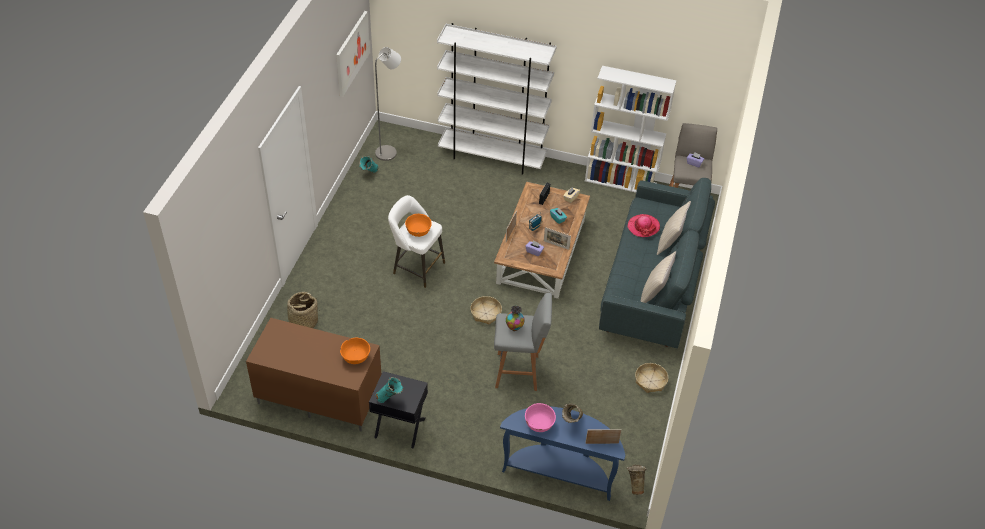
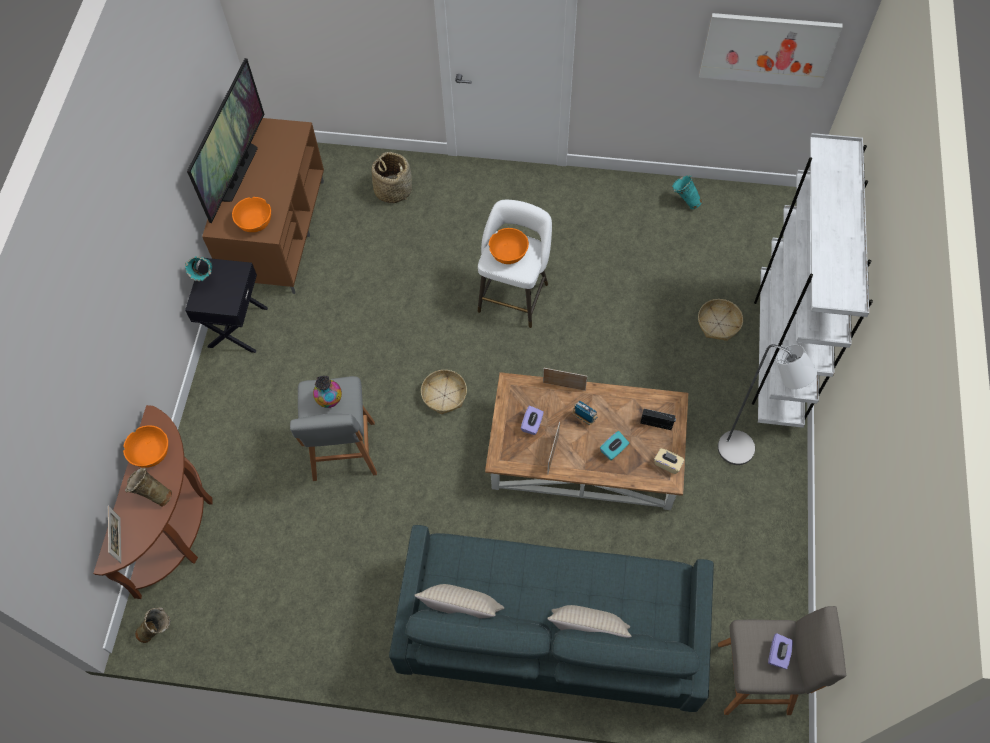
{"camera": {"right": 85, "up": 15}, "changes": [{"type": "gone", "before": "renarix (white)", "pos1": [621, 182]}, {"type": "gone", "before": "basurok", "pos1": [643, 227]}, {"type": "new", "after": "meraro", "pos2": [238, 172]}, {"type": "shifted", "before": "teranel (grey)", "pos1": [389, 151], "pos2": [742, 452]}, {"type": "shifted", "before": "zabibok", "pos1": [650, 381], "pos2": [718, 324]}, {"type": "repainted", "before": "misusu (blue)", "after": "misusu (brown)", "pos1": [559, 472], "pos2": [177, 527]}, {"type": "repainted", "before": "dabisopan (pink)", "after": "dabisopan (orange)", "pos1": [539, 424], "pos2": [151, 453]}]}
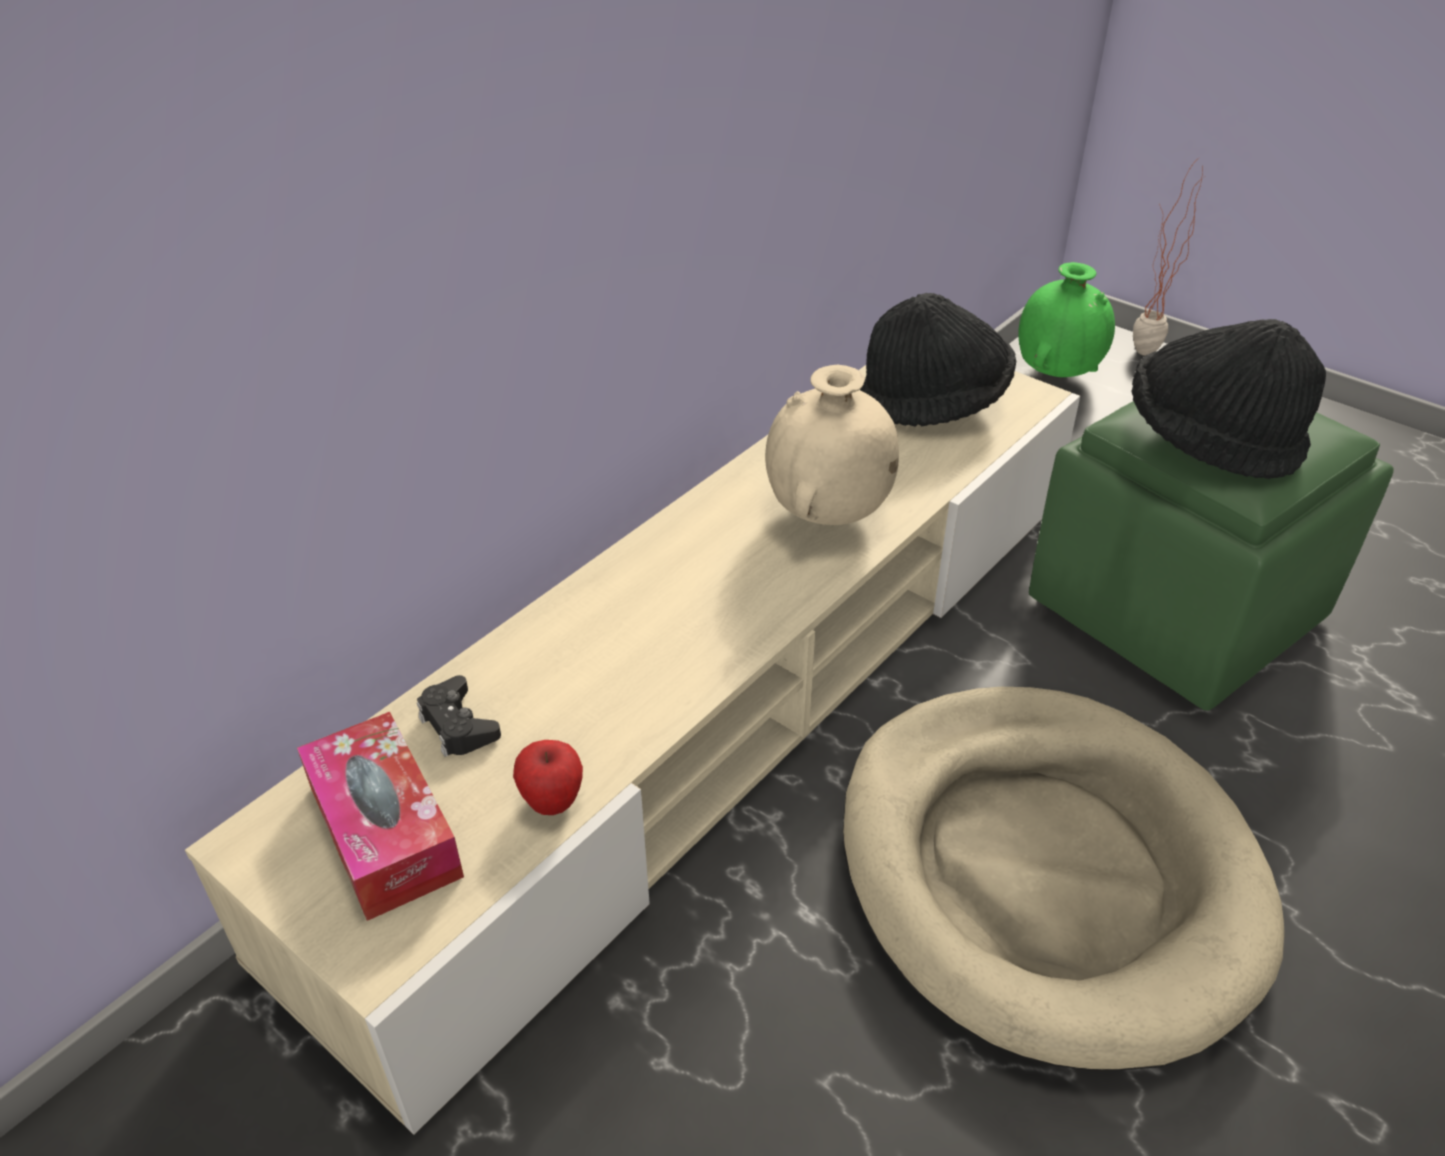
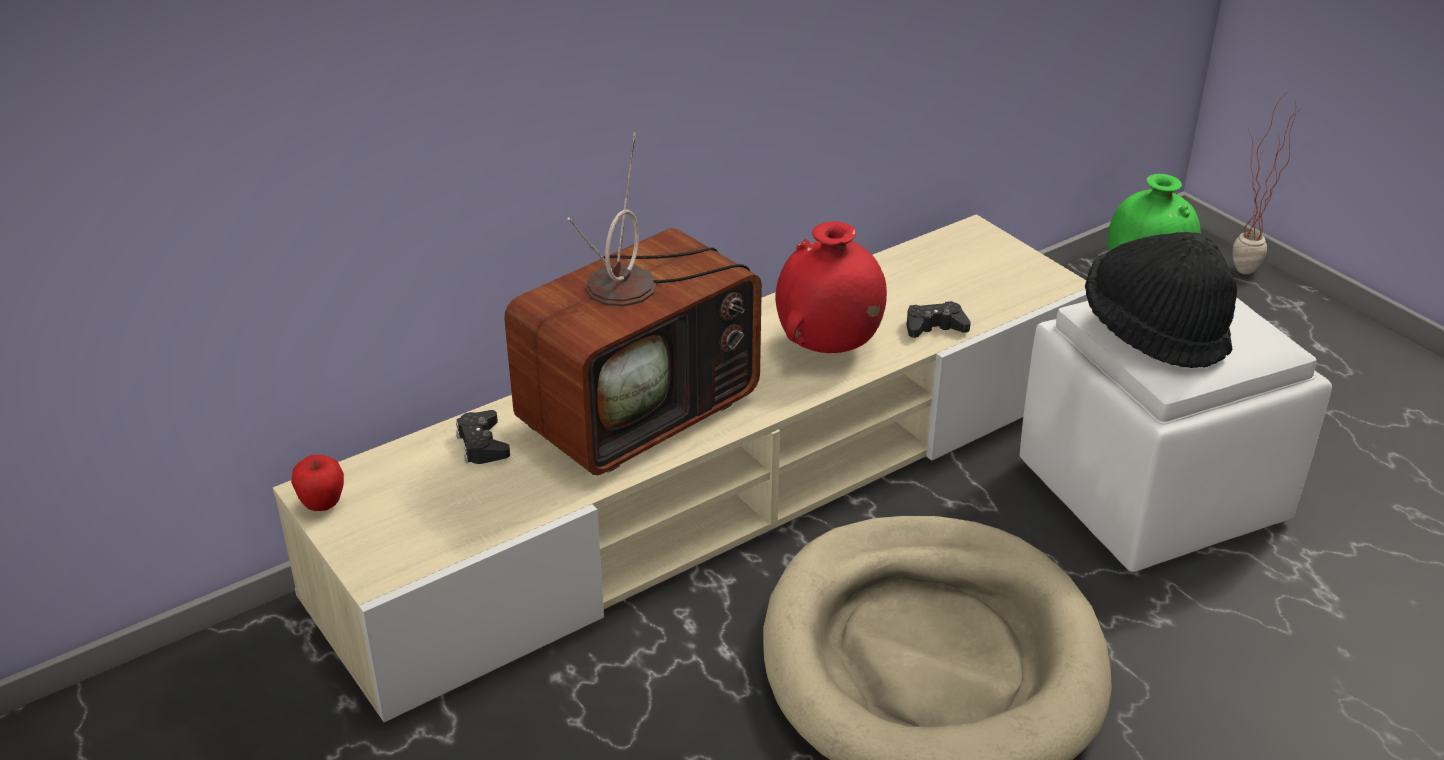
{"camera": {"right": 15, "up": -5}, "changes": [{"type": "gone", "before": "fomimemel", "pos1": [384, 831]}, {"type": "gone", "before": "basurok (black)", "pos1": [933, 404]}, {"type": "new", "after": "meraro", "pos2": [639, 409]}, {"type": "new", "after": "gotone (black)", "pos2": [934, 327]}, {"type": "shifted", "before": "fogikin", "pos1": [552, 802], "pos2": [322, 505]}, {"type": "repainted", "before": "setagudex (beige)", "after": "setagudex (red)", "pos1": [828, 516], "pos2": [828, 348]}, {"type": "repainted", "before": "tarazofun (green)", "after": "tarazofun (white)", "pos1": [1174, 607], "pos2": [1151, 490]}]}
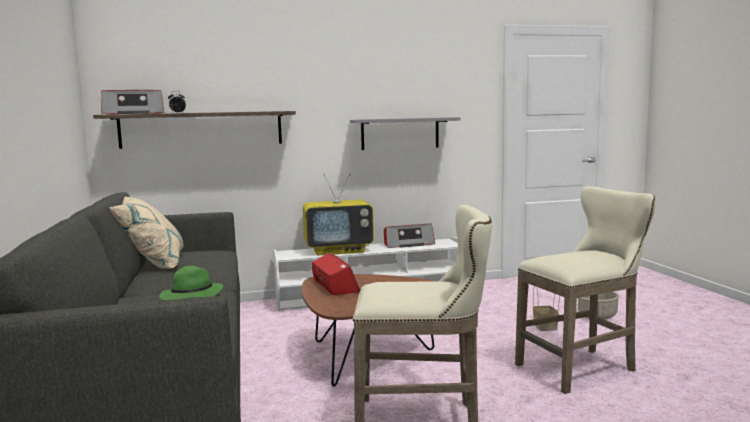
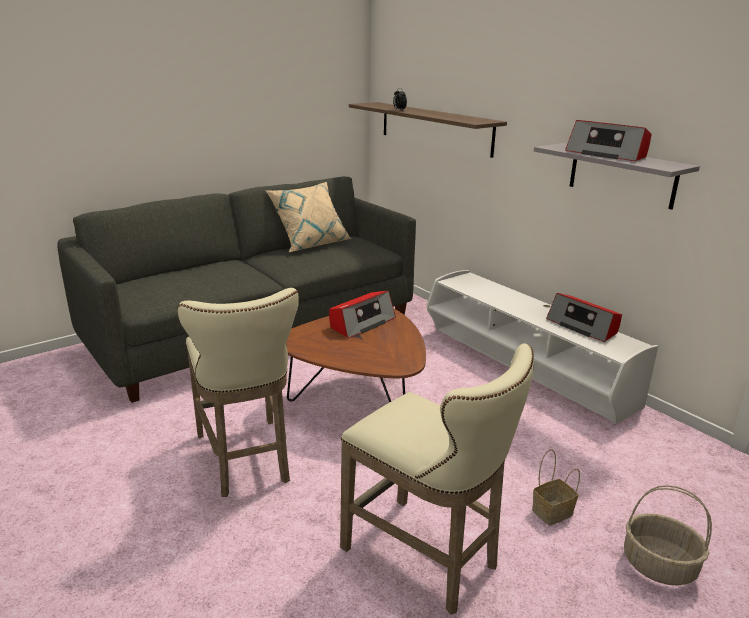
{"camera": {"right": 65, "up": 15}, "changes": [{"type": "gone", "before": "basurok (green)", "pos1": [191, 296]}, {"type": "gone", "before": "meraro", "pos1": [339, 250]}, {"type": "shifted", "before": "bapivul", "pos1": [134, 114], "pos2": [607, 154]}]}
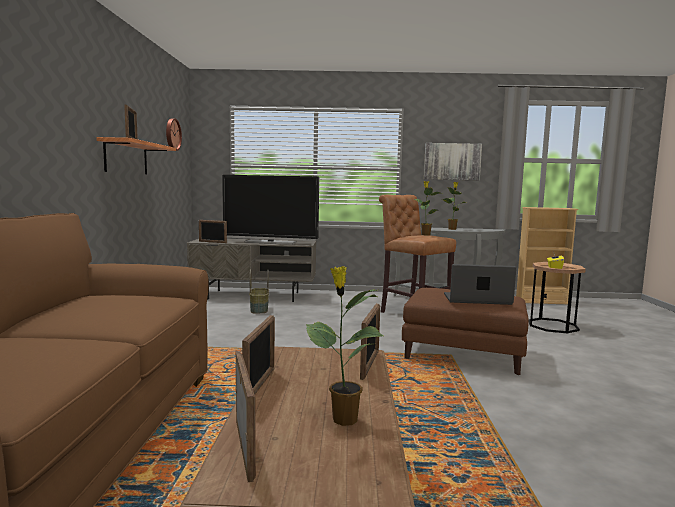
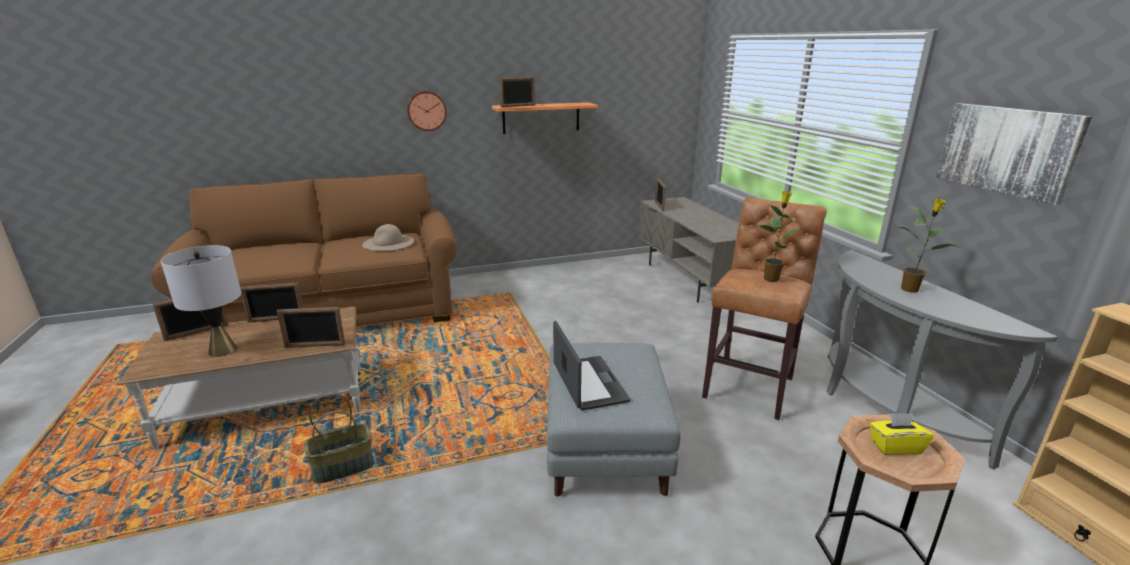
{"camera": {"right": 70, "up": 15}, "changes": [{"type": "gone", "before": "meraro", "pos1": [270, 242]}, {"type": "new", "after": "basurok (beige)", "pos2": [388, 243]}, {"type": "shifted", "before": "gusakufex", "pos1": [172, 134], "pos2": [426, 111]}, {"type": "shifted", "before": "zabibok", "pos1": [258, 309], "pos2": [344, 467]}, {"type": "swapped", "before": "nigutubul", "after": "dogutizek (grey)", "pos1": [343, 419], "pos2": [222, 350]}, {"type": "repainted", "before": "tarazofun (brown)", "after": "tarazofun (grey)", "pos1": [464, 354], "pos2": [606, 445]}]}
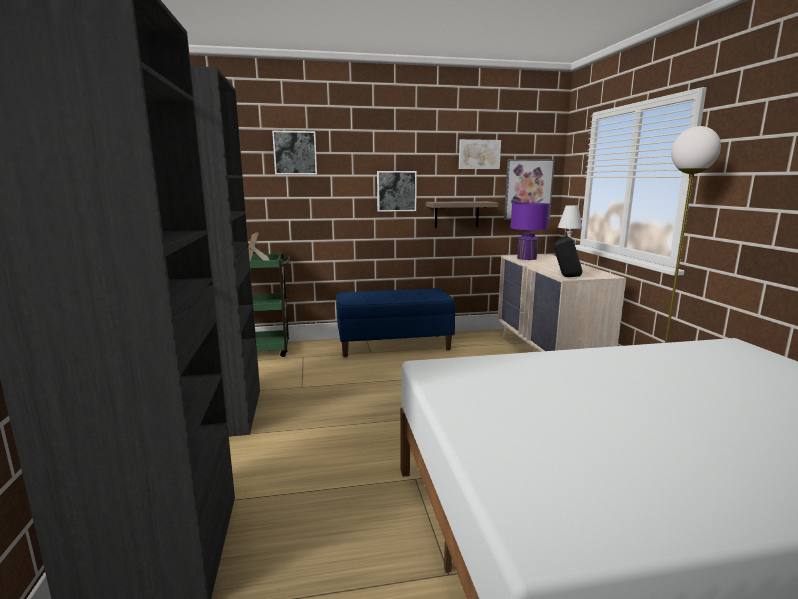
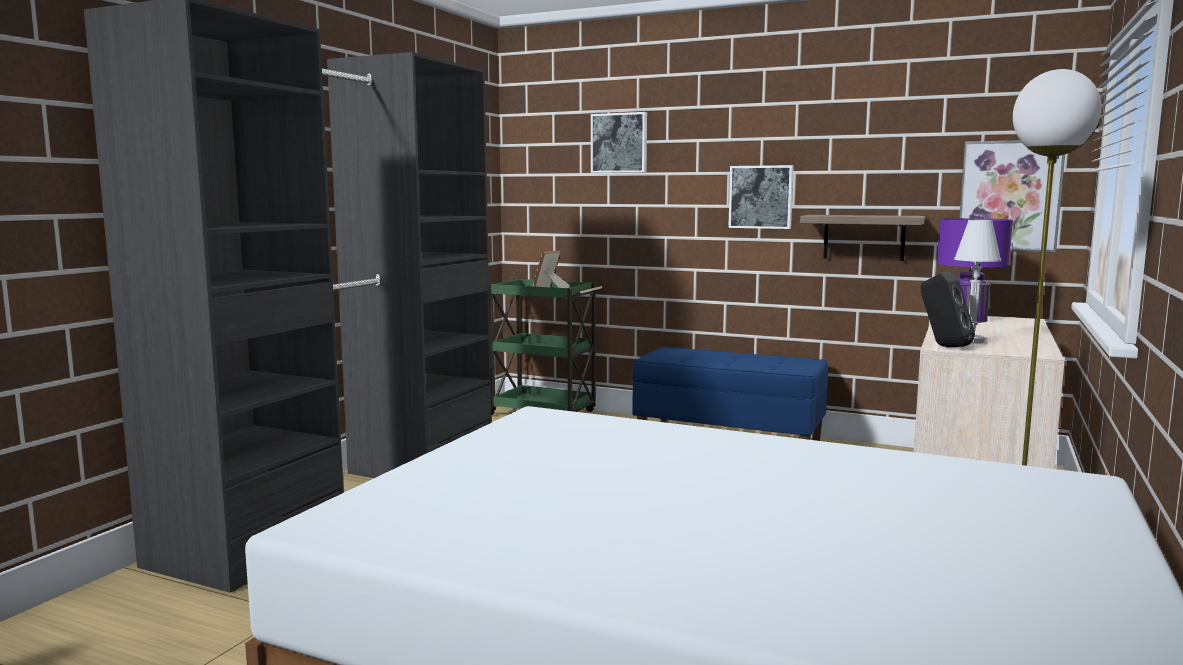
{"camera": {"right": 35, "up": -5}, "changes": [{"type": "gone", "before": "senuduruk", "pos1": [479, 154]}]}
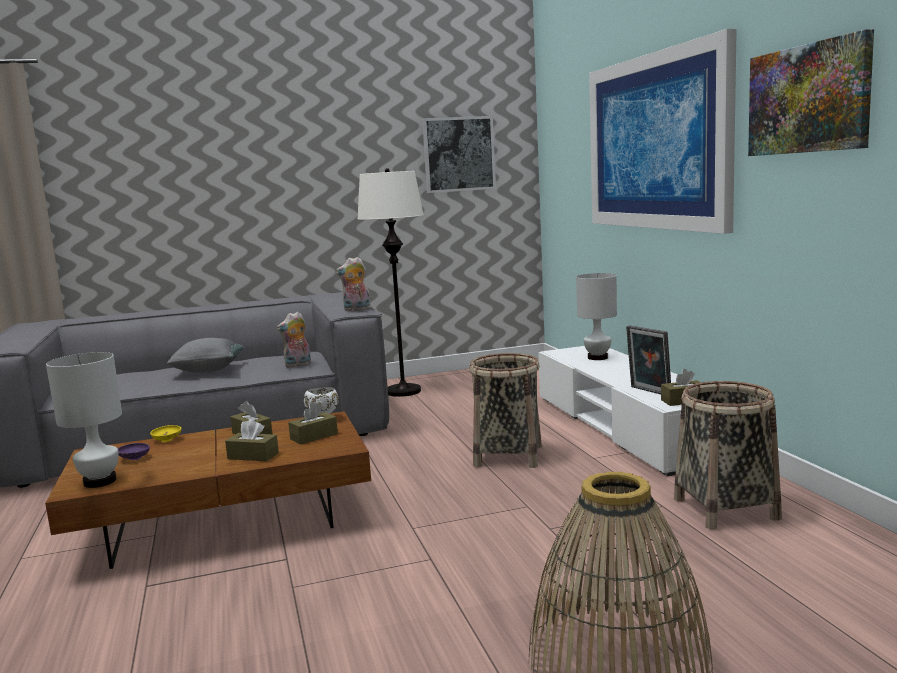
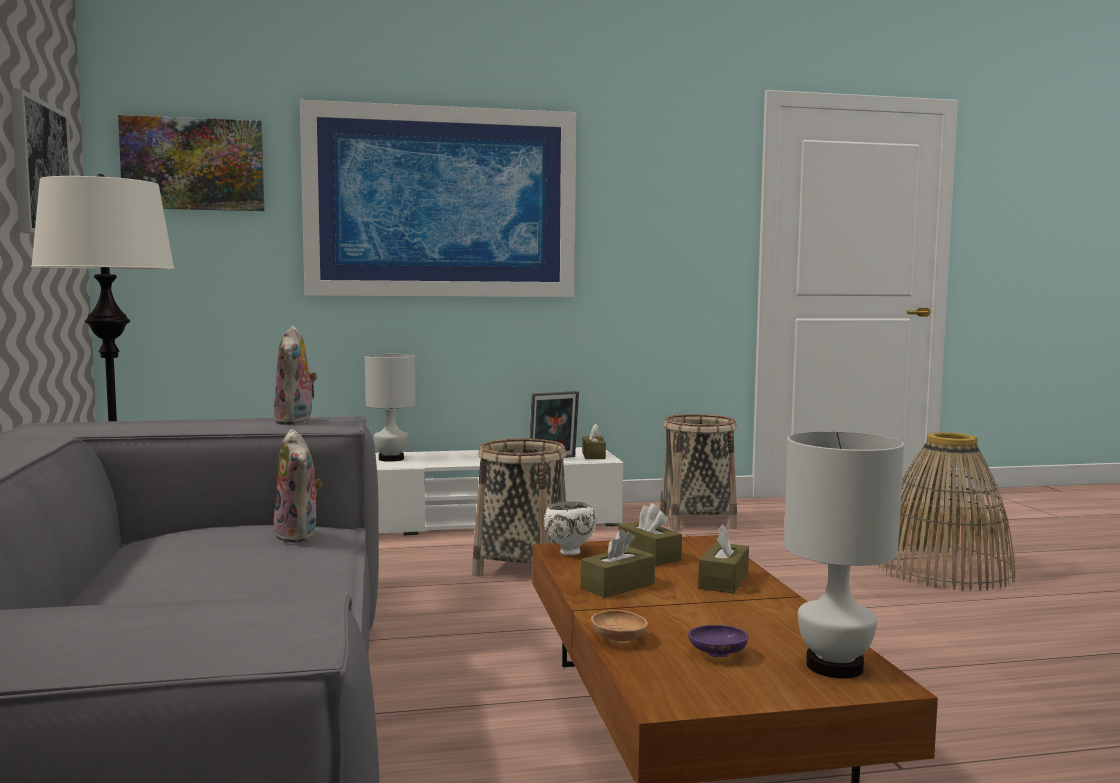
{"camera": {"right": -85, "up": -5}, "changes": [{"type": "gone", "before": "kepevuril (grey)", "pos1": [208, 370]}, {"type": "shifted", "before": "senuduruk", "pos1": [808, 99], "pos2": [193, 164]}, {"type": "repainted", "before": "dabisopan (yellow)", "after": "dabisopan (brown)", "pos1": [167, 440], "pos2": [618, 640]}]}
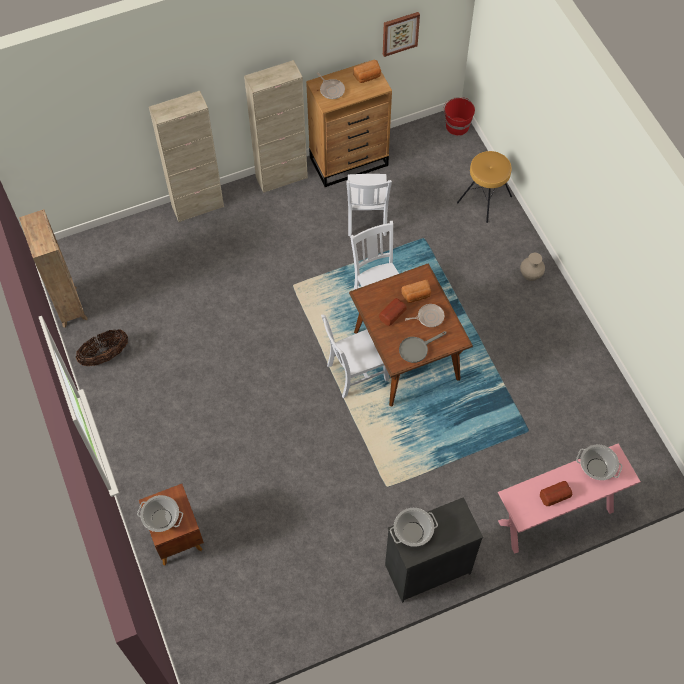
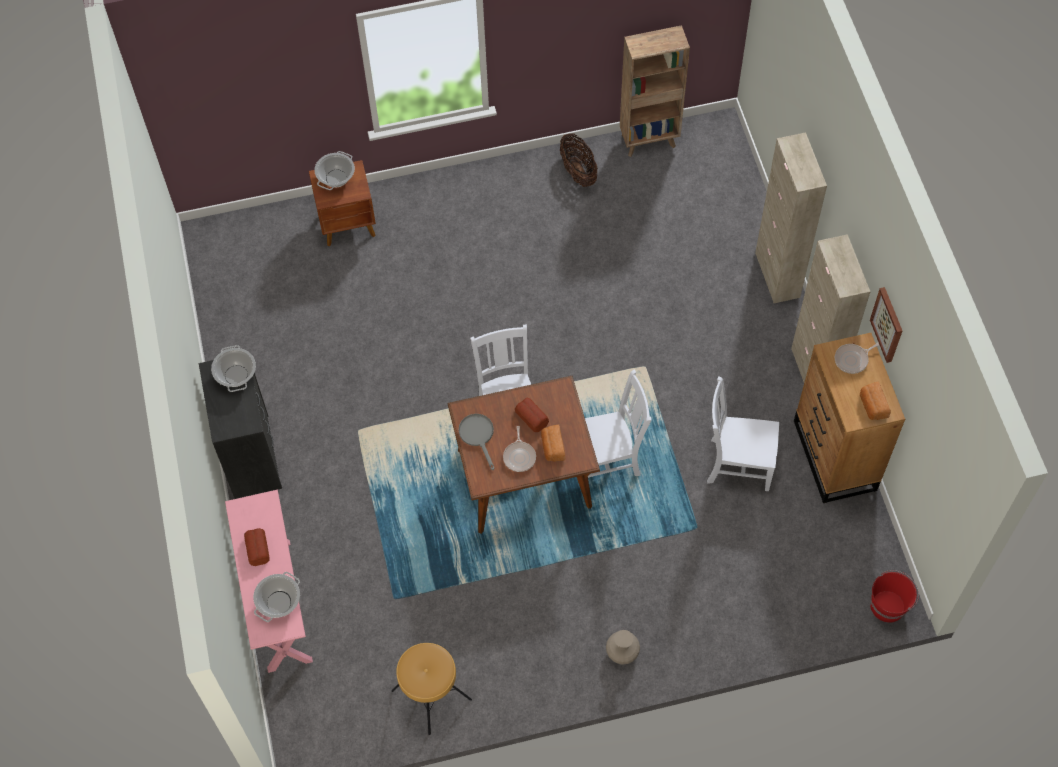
{"camera": {"right": 100, "up": 0}, "changes": [{"type": "shifted", "before": "senuduruk", "pos1": [400, 33], "pos2": [888, 324]}, {"type": "shifted", "before": "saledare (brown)", "pos1": [484, 199], "pos2": [431, 695]}]}
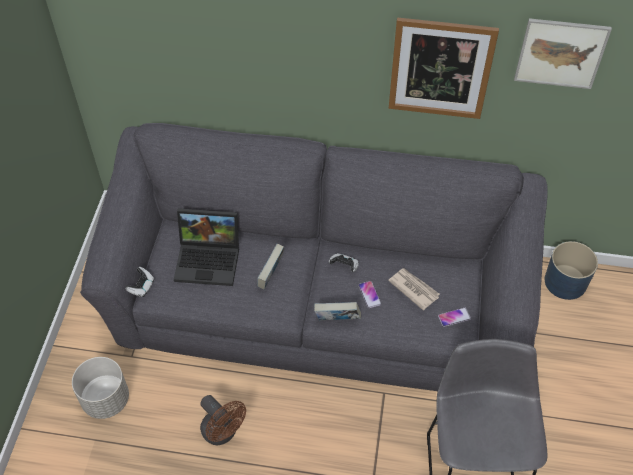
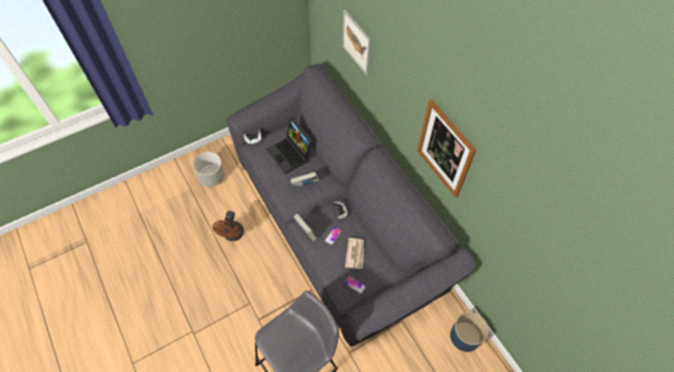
{"camera": {"right": 50, "up": 5}, "changes": [{"type": "shifted", "before": "senuduruk", "pos1": [560, 53], "pos2": [356, 42]}]}
